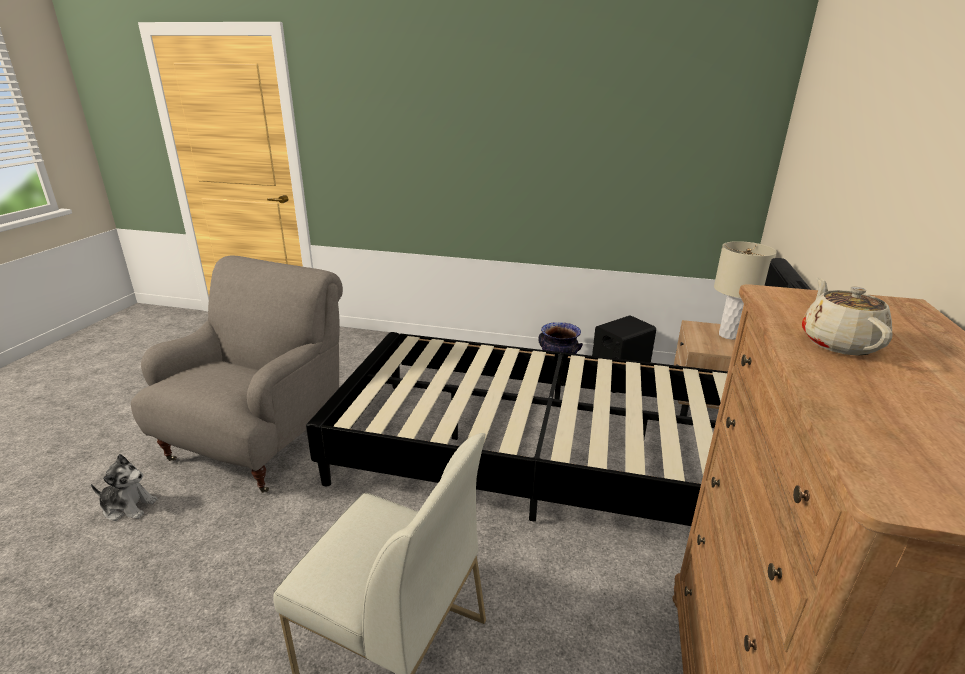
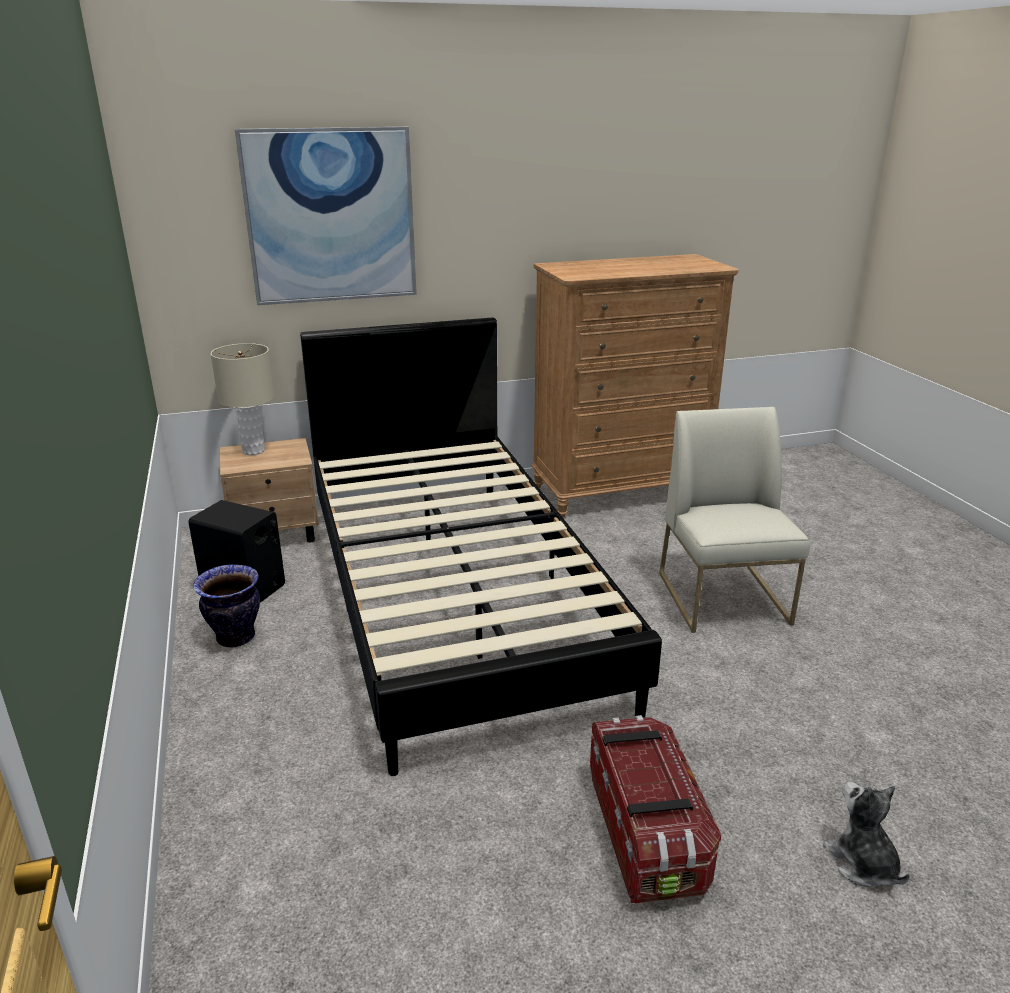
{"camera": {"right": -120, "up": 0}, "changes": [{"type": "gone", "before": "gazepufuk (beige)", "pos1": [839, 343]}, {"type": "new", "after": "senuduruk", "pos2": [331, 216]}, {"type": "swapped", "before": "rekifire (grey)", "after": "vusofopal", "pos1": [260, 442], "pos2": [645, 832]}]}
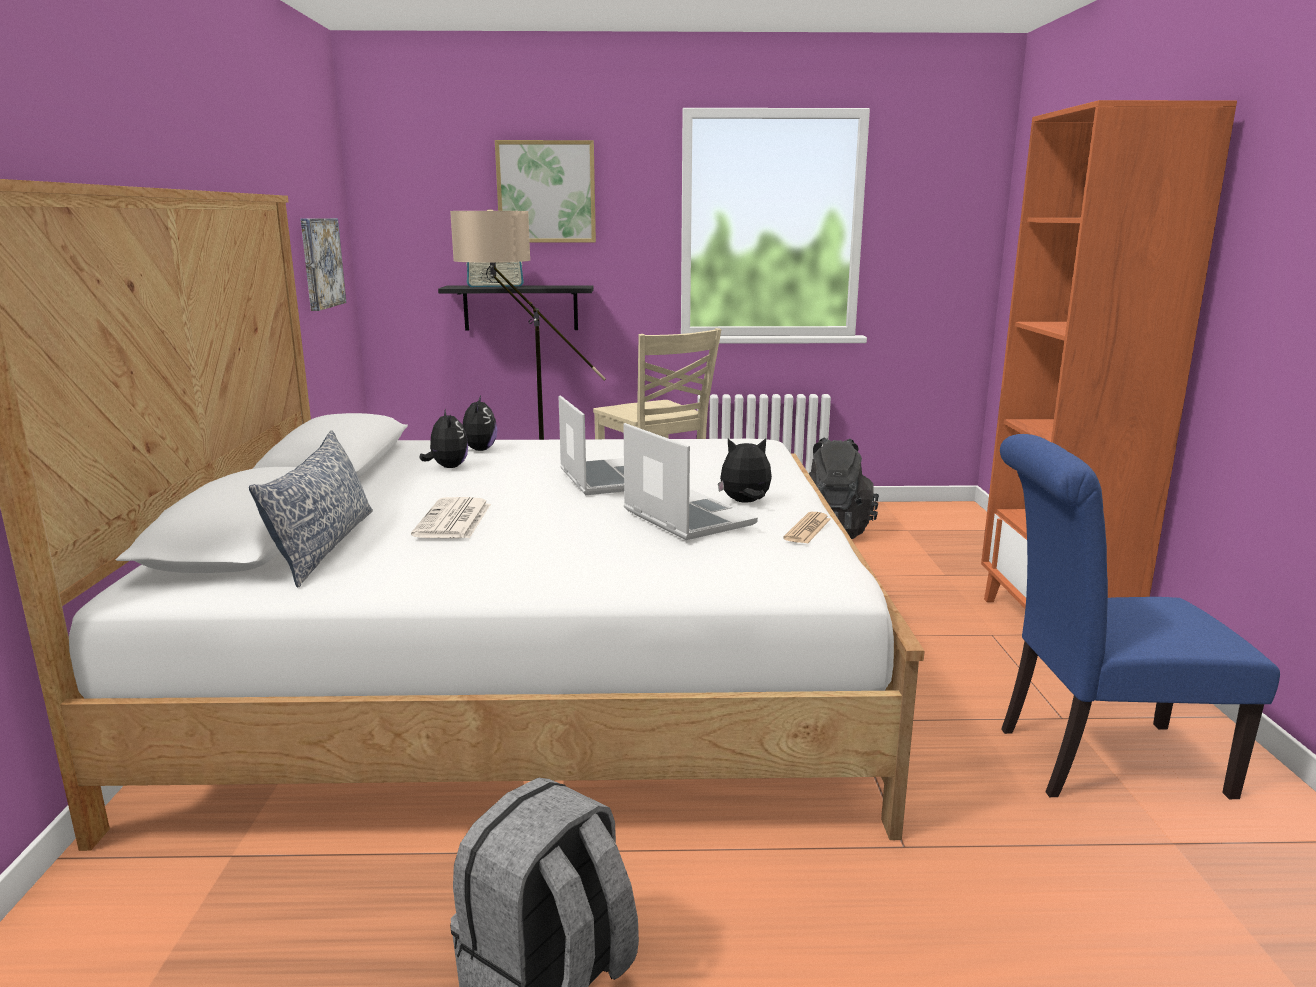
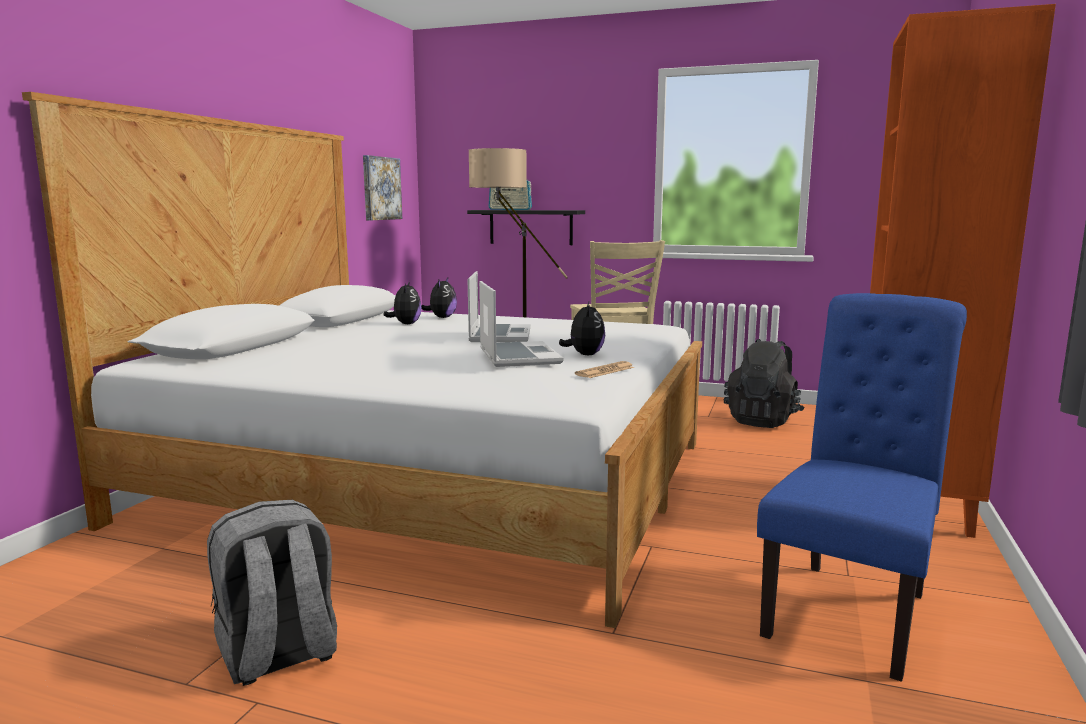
{"camera": {"right": 20, "up": -5}, "changes": [{"type": "gone", "before": "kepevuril", "pos1": [324, 545]}, {"type": "gone", "before": "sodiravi", "pos1": [454, 520]}, {"type": "gone", "before": "senuduruk", "pos1": [546, 192]}, {"type": "rotated", "before": "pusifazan", "pos1": [745, 502], "pos2": [584, 355], "turn": 75}, {"type": "rotated", "before": "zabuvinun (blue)", "pos1": [1096, 760], "pos2": [851, 609], "turn": 105}]}
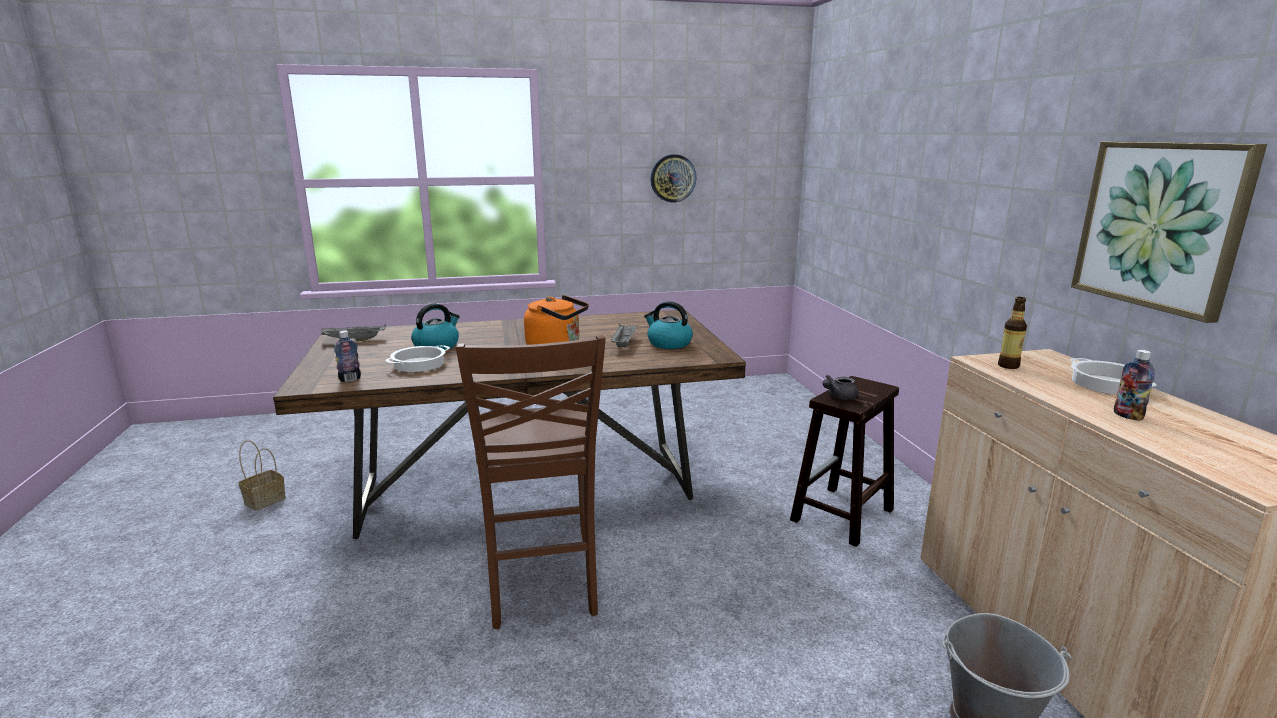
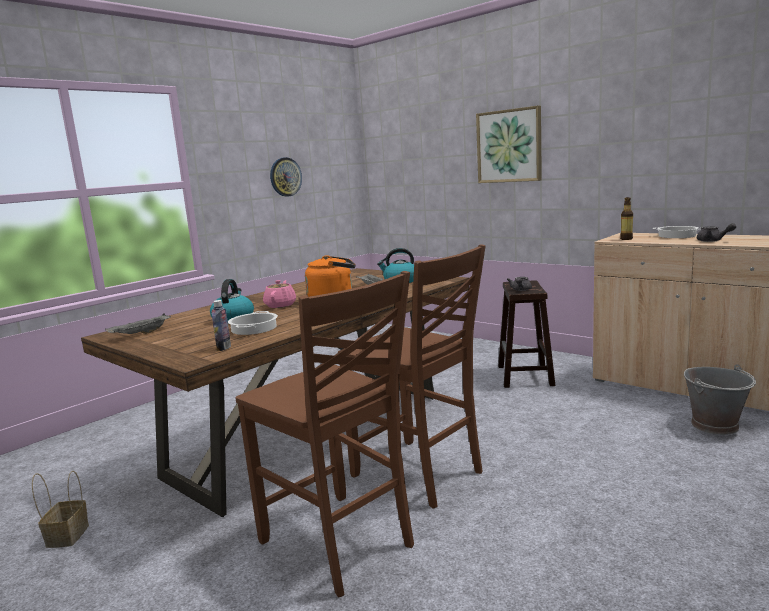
{"camera": {"right": -35, "up": -5}, "changes": [{"type": "new", "after": "zabuvinun (brown)", "pos2": [339, 544]}, {"type": "new", "after": "gazepufuk (pink)", "pos2": [280, 305]}, {"type": "shifted", "before": "senuduruk", "pos1": [1160, 225], "pos2": [509, 146]}, {"type": "swapped", "before": "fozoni", "after": "gazepufuk (grey)", "pos1": [1127, 416], "pos2": [713, 241]}]}
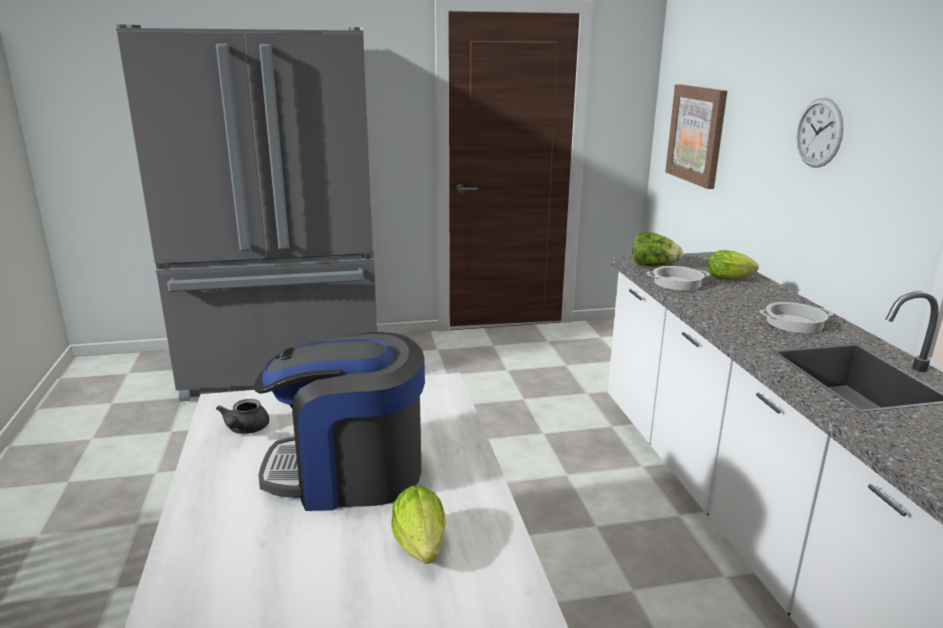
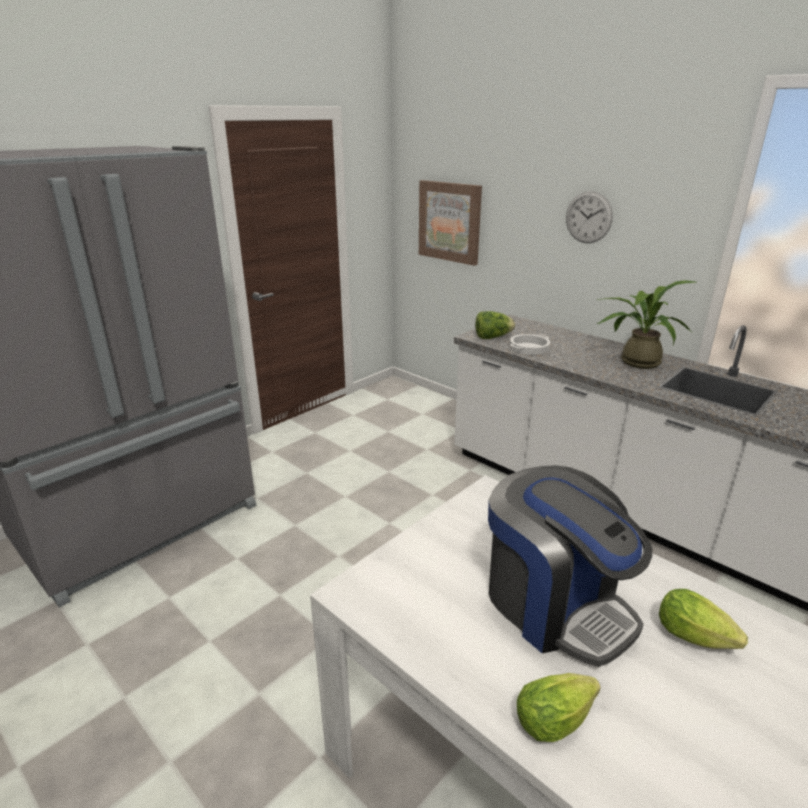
{"camera": {"right": -35, "up": 5}, "changes": [{"type": "gone", "before": "gazepufuk (grey)", "pos1": [245, 430]}, {"type": "shifted", "before": "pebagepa", "pos1": [731, 279], "pos2": [557, 718]}, {"type": "swapped", "before": "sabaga", "after": "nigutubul", "pos1": [794, 323], "pos2": [635, 361]}, {"type": "rotated", "before": "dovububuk", "pos1": [348, 473], "pos2": [555, 604], "turn": -90}]}
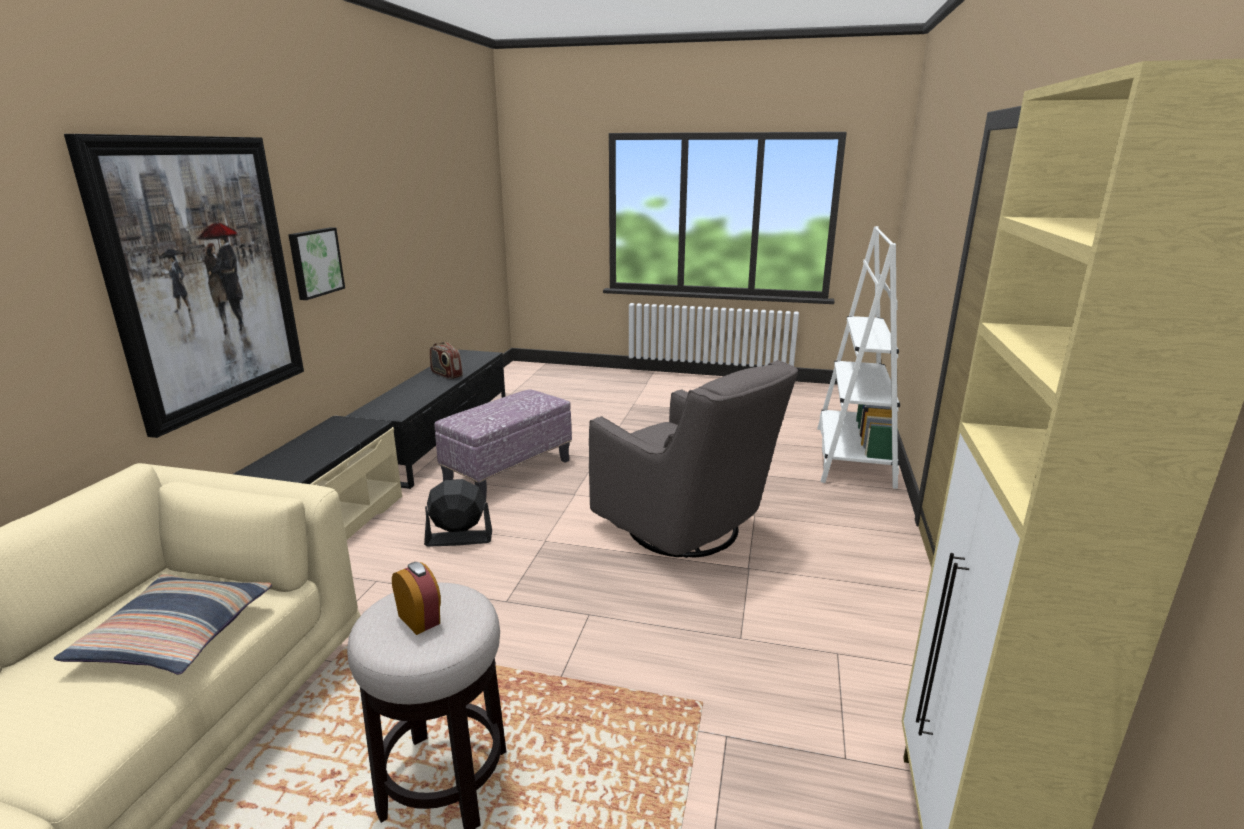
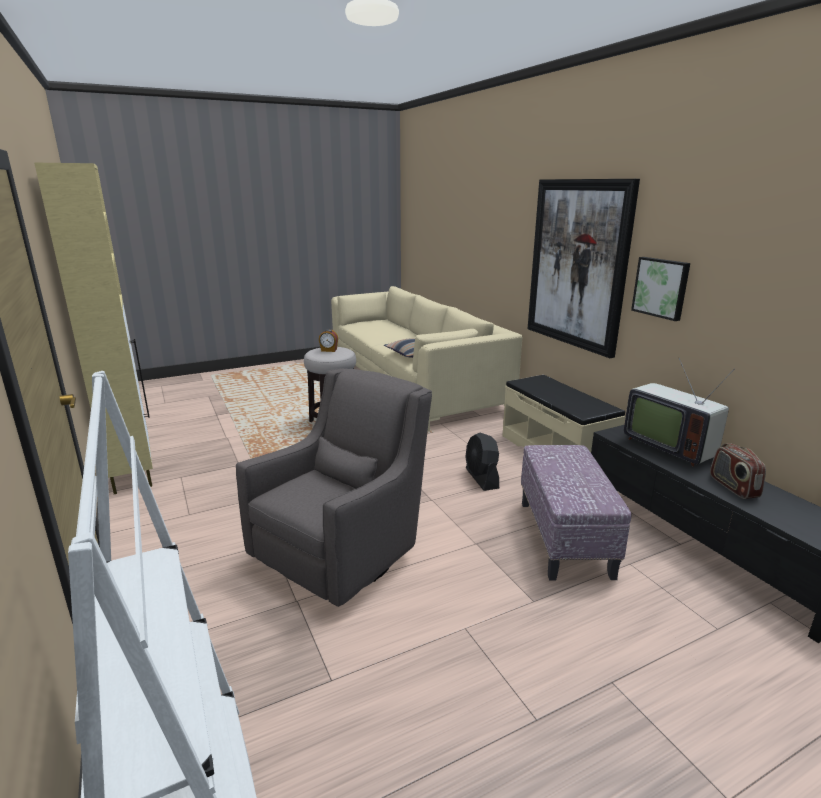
{"camera": {"right": 140, "up": 0}, "changes": [{"type": "new", "after": "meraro", "pos2": [669, 446]}, {"type": "rotated", "before": "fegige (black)", "pos1": [458, 538], "pos2": [481, 478], "turn": 120}, {"type": "rotated", "before": "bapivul", "pos1": [446, 375], "pos2": [733, 487], "turn": -105}, {"type": "rotated", "before": "rekifire (grey)", "pos1": [686, 530], "pos2": [344, 553], "turn": 120}]}
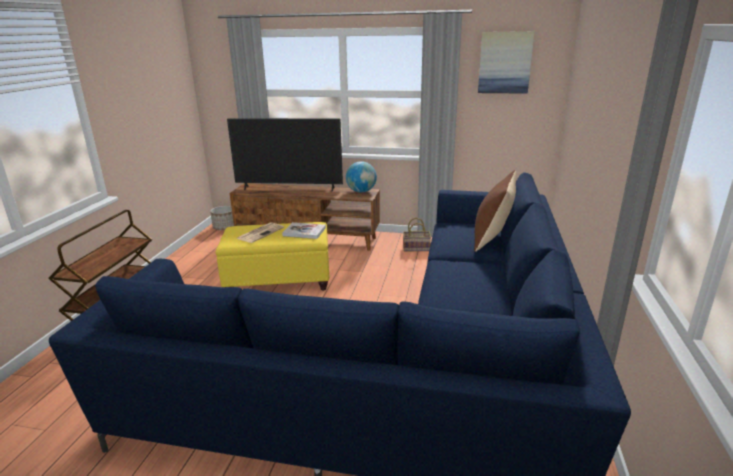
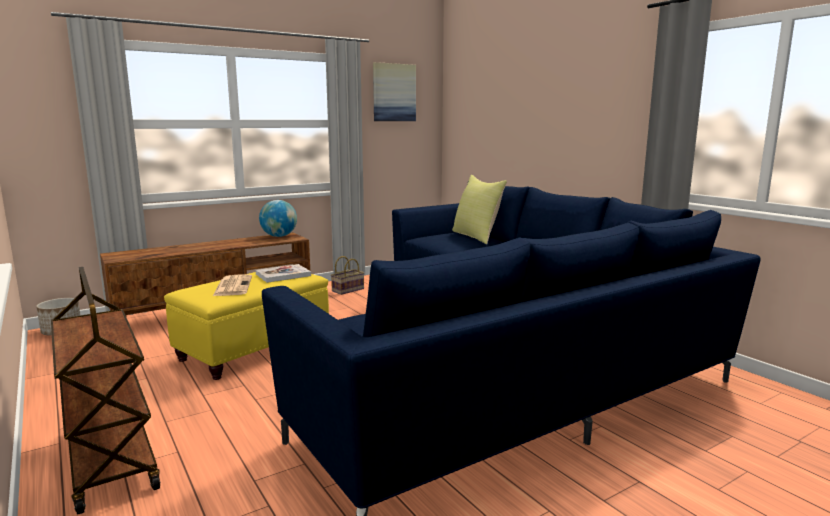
{"camera": {"right": -45, "up": -10}, "changes": [{"type": "gone", "before": "meraro", "pos1": [289, 188]}, {"type": "repainted", "before": "kepevuril (brown)", "after": "kepevuril (yellow)", "pos1": [492, 238], "pos2": [477, 236]}]}
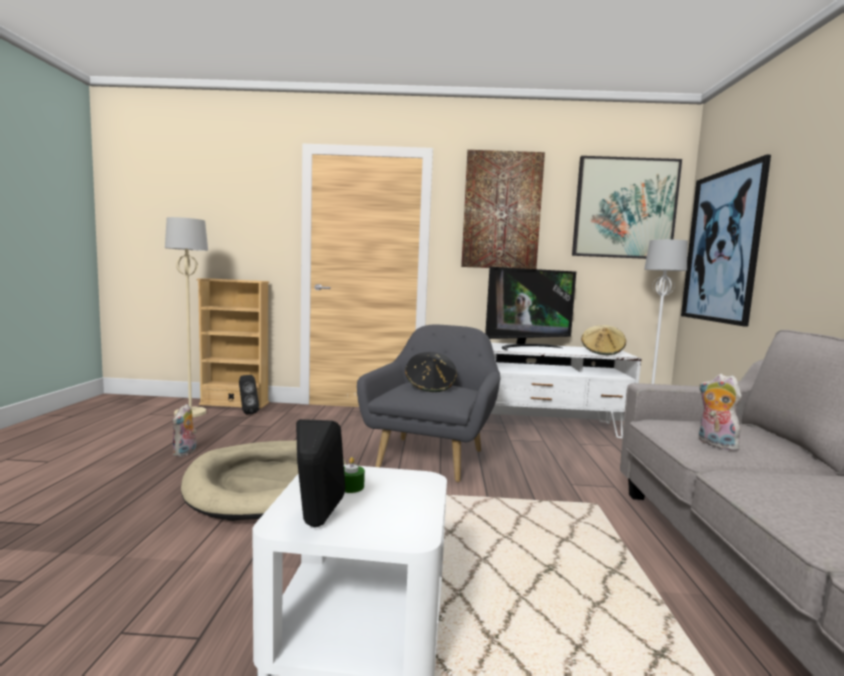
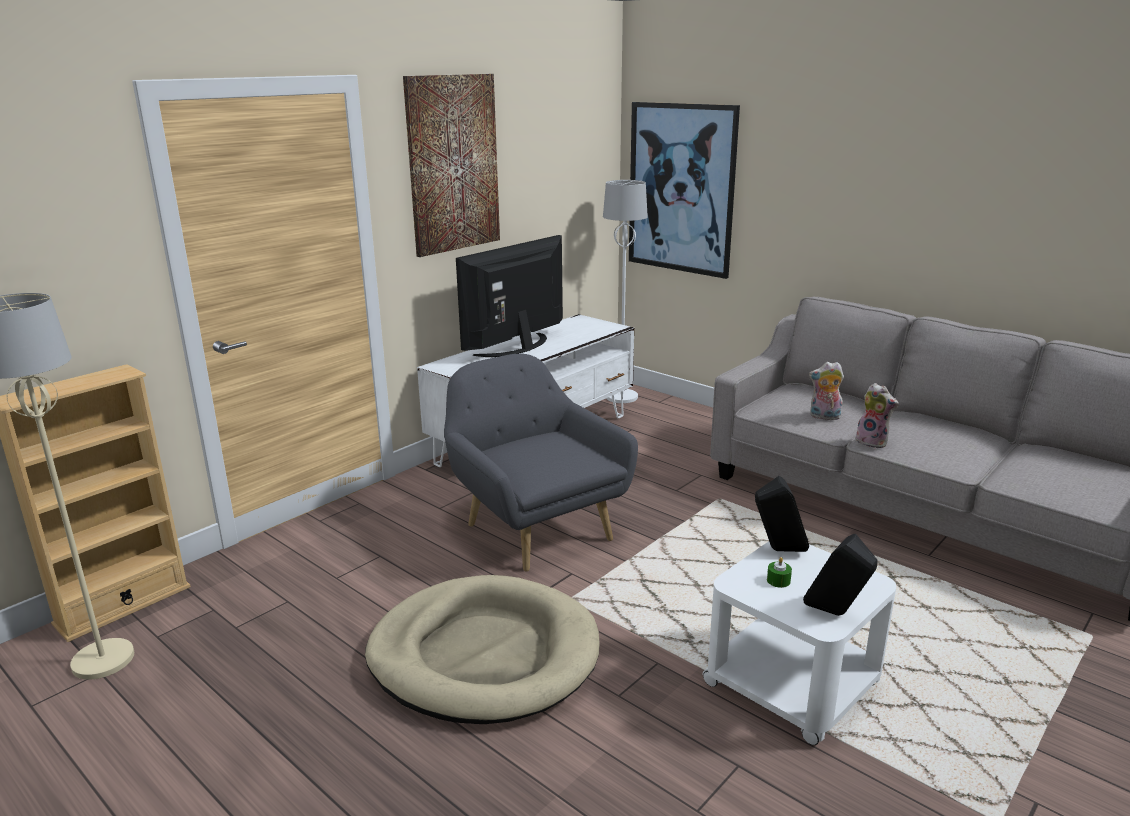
{"camera": {"right": -50, "up": 15}, "changes": [{"type": "gone", "before": "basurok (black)", "pos1": [430, 387]}, {"type": "gone", "before": "senuduruk", "pos1": [624, 208]}, {"type": "gone", "before": "basurok (beige)", "pos1": [602, 352]}, {"type": "shifted", "before": "pusifazan", "pos1": [185, 453], "pos2": [873, 442]}, {"type": "shifted", "before": "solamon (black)", "pos1": [246, 412], "pos2": [778, 550]}, {"type": "rotated", "before": "meraro", "pos1": [526, 347], "pos2": [519, 348], "turn": -150}]}
